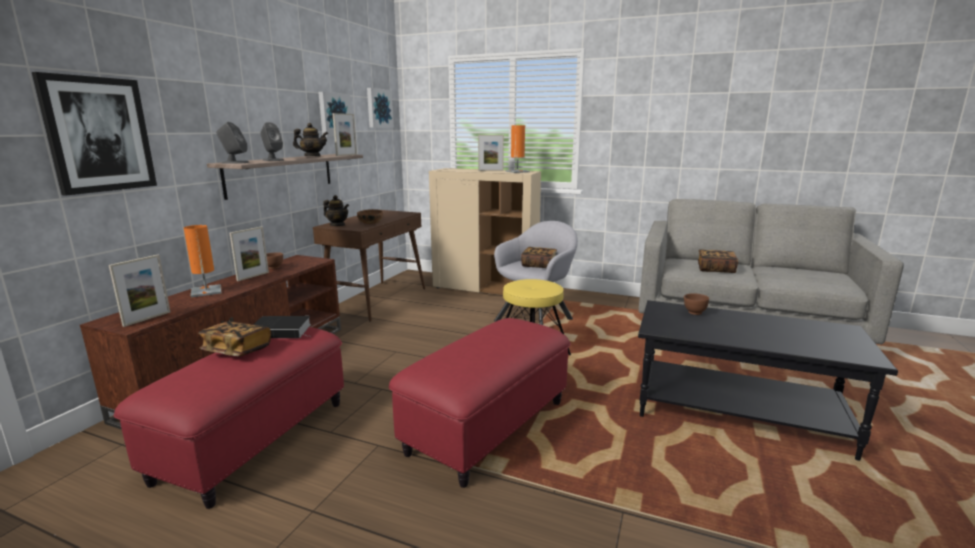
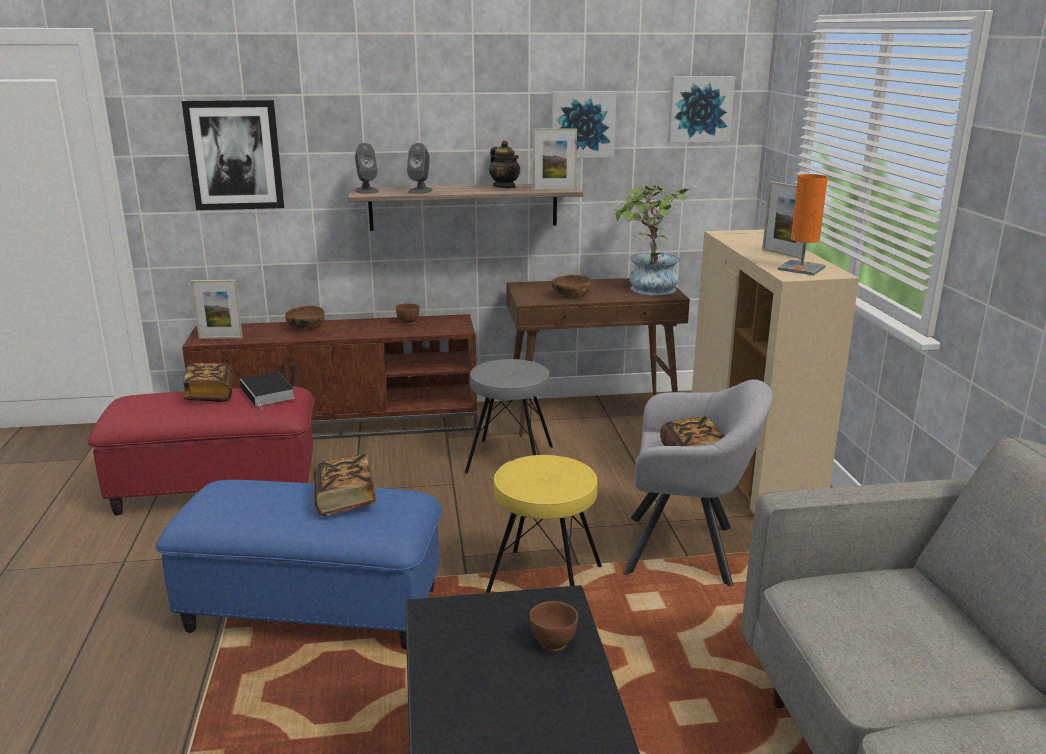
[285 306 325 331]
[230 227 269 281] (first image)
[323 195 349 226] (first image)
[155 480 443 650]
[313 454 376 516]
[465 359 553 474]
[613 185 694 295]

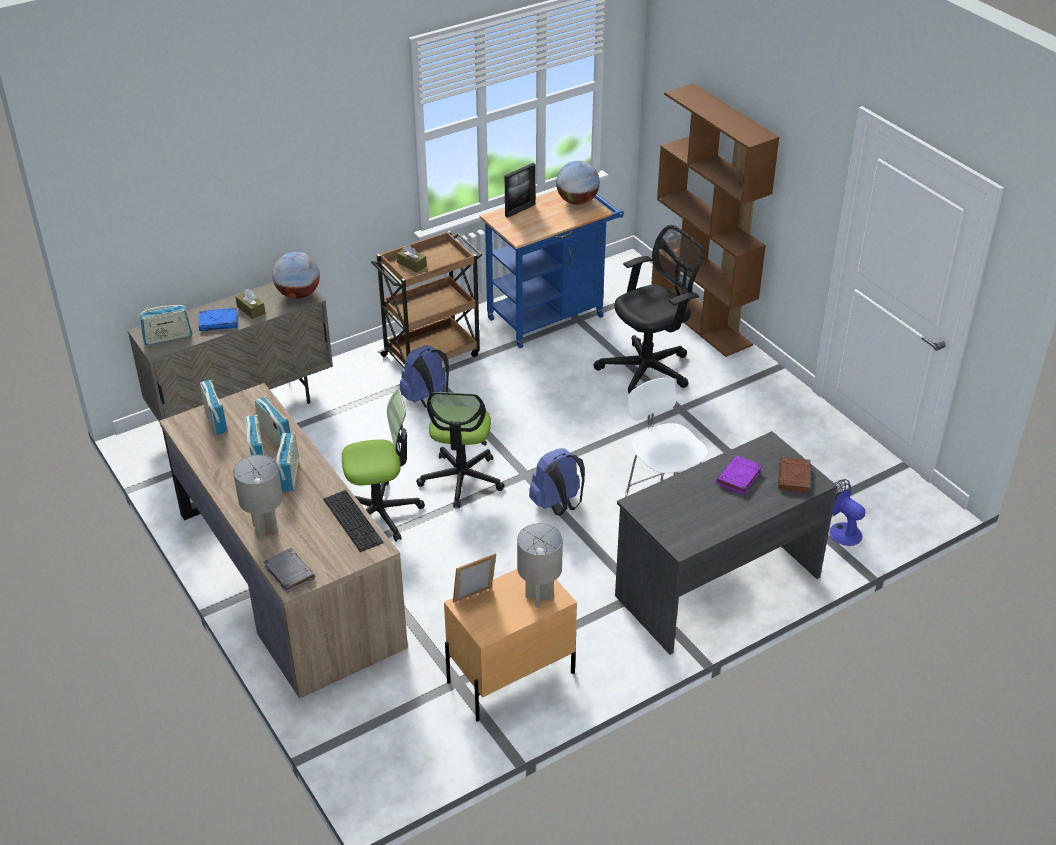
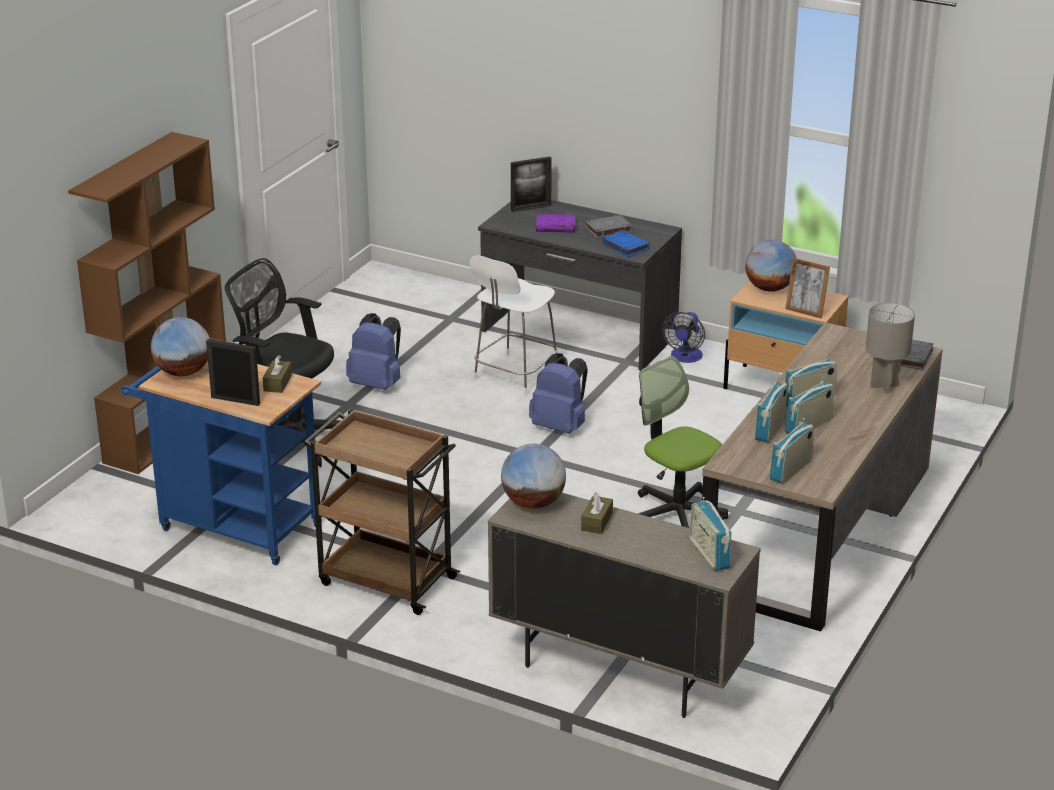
[689 497 731 571]
[602 230 650 257]
[323 490 383 552] (first image)
[263 355 292 393]
[346 313 401 390]
[416 392 505 508] (first image)
[745 240 796 292]
[511 157 552 212]
[662 312 705 363]
[585 215 632 238]

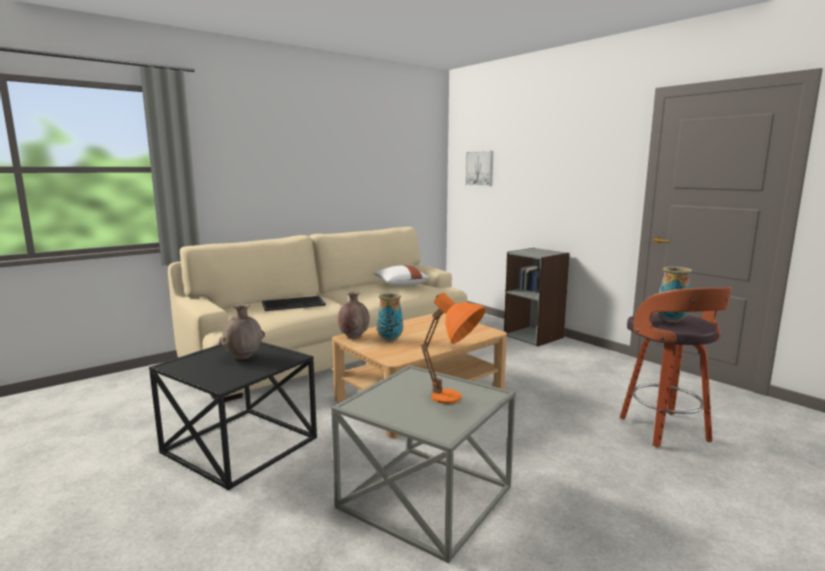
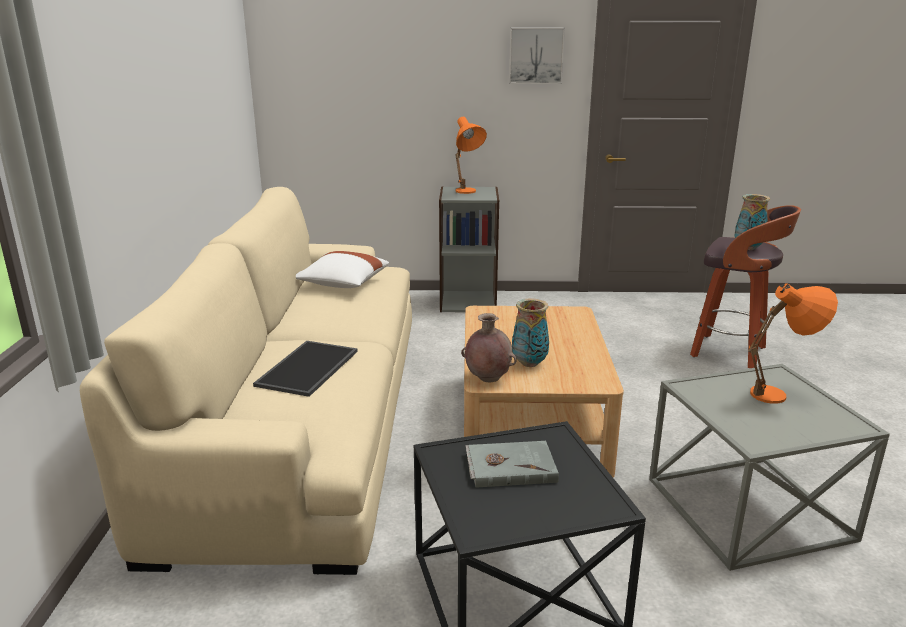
[466 441 559 488]
[509 28 565 84]
[455 117 487 194]

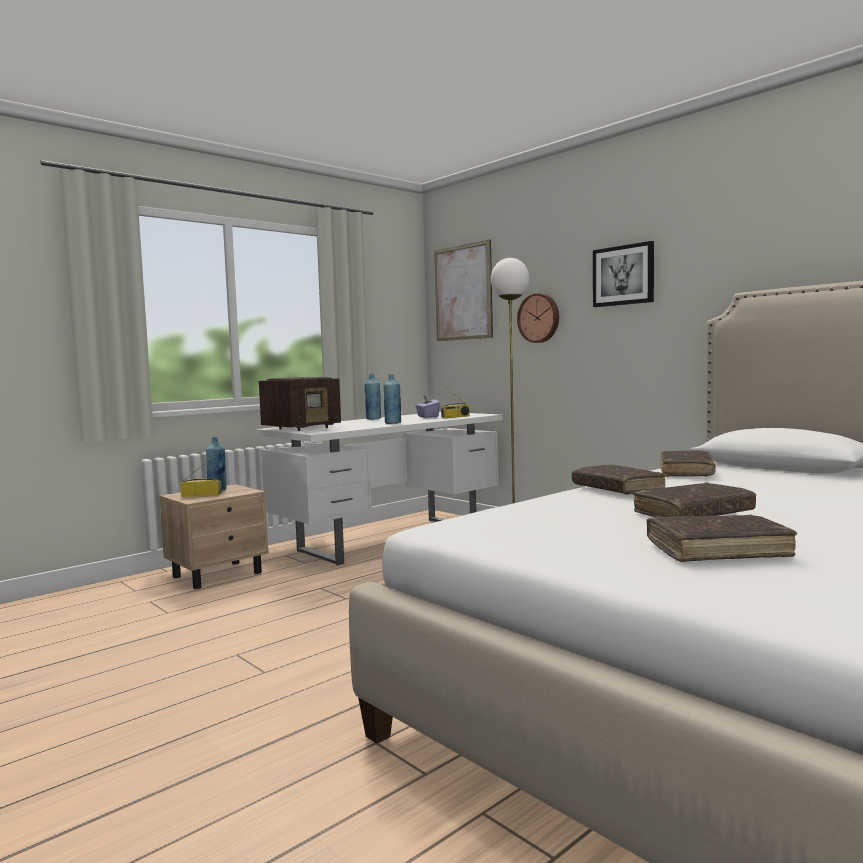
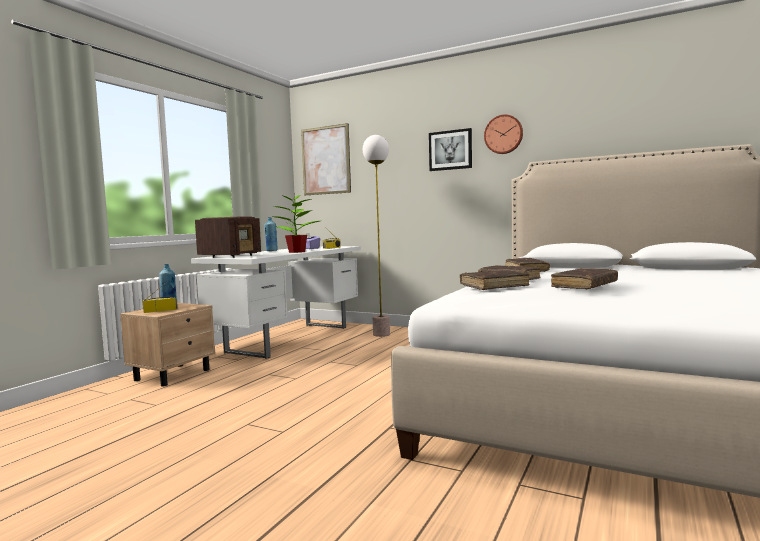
[273 193 319 253]
[484 114 523 154]
[460 270 530 290]

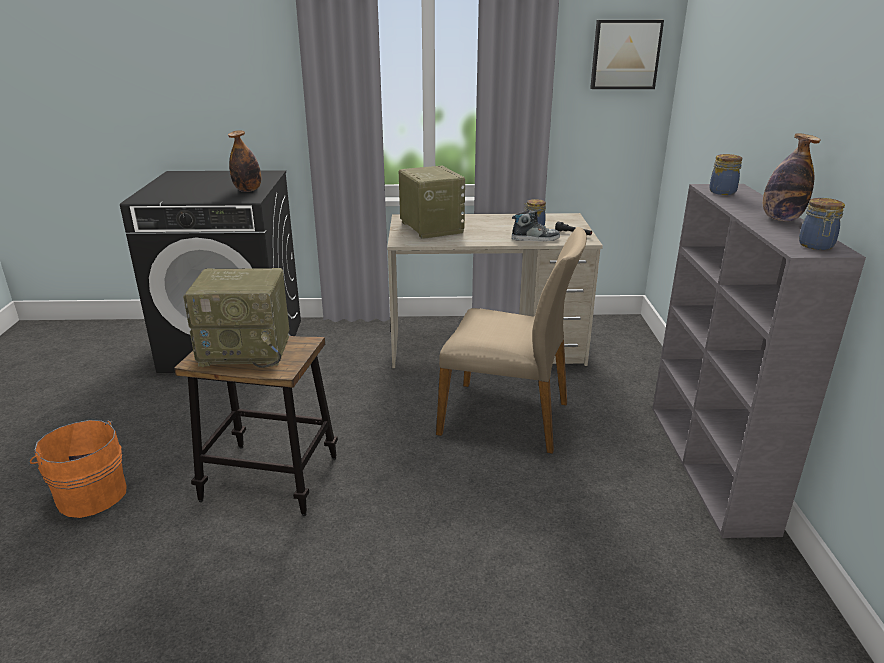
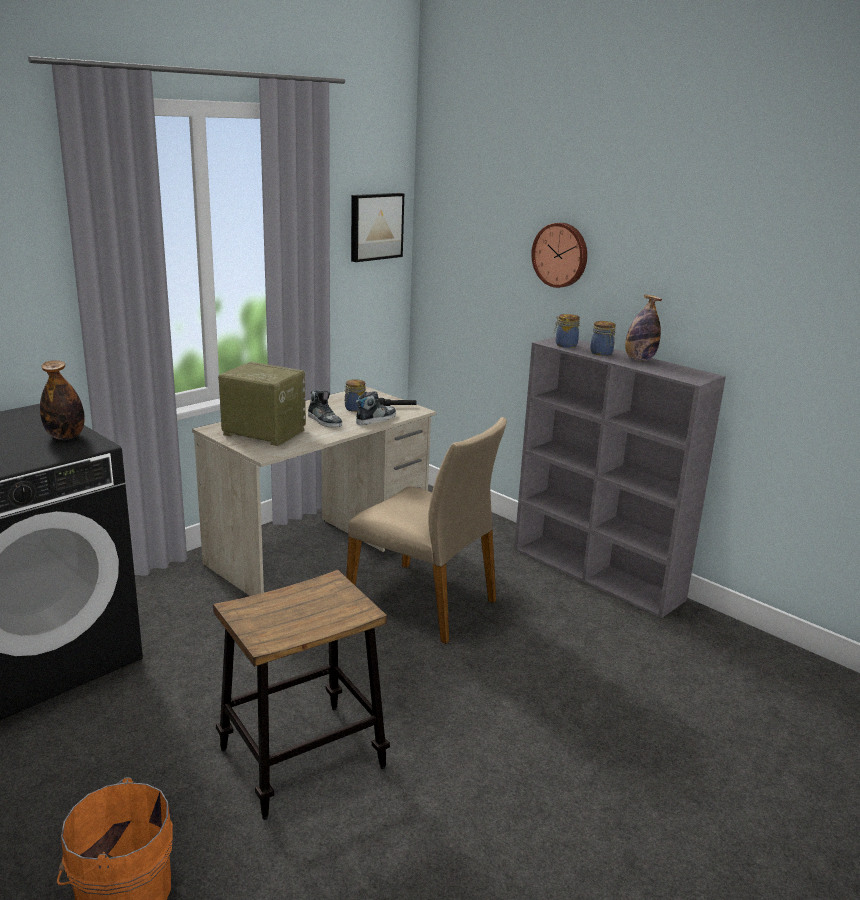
[183 268 289 368] (first image)
[346 417 507 644]
[590 321 616 356]
[308 390 342 427]
[531 223 587 288]

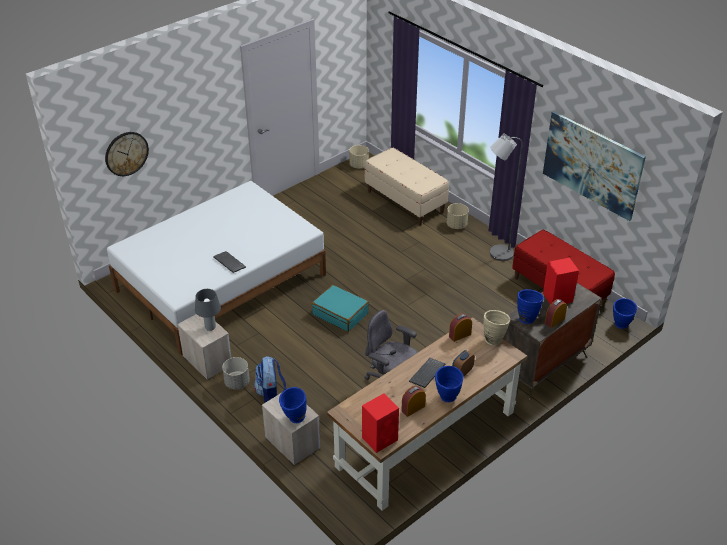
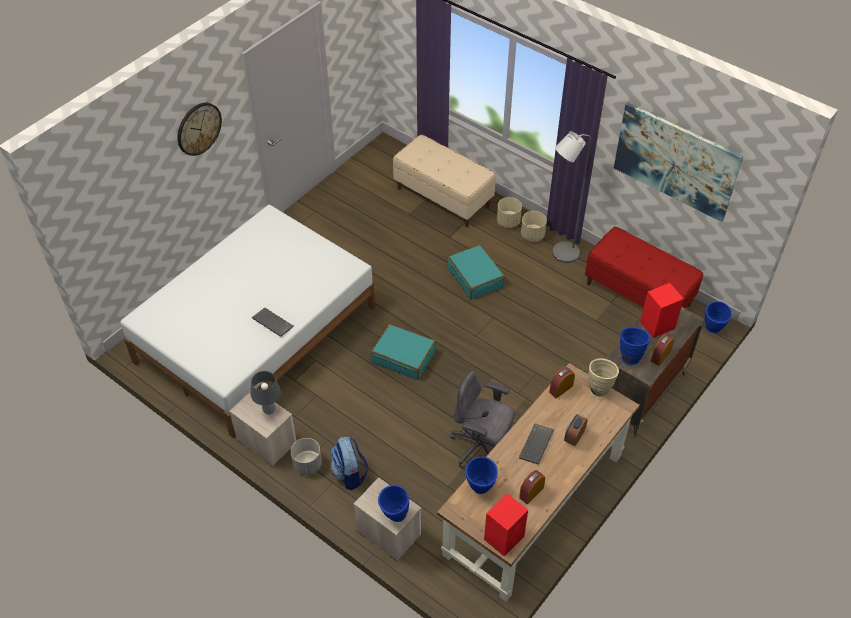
[178 103 222 156]
[521 211 547 242]
[465 457 498 494]
[447 244 505 299]

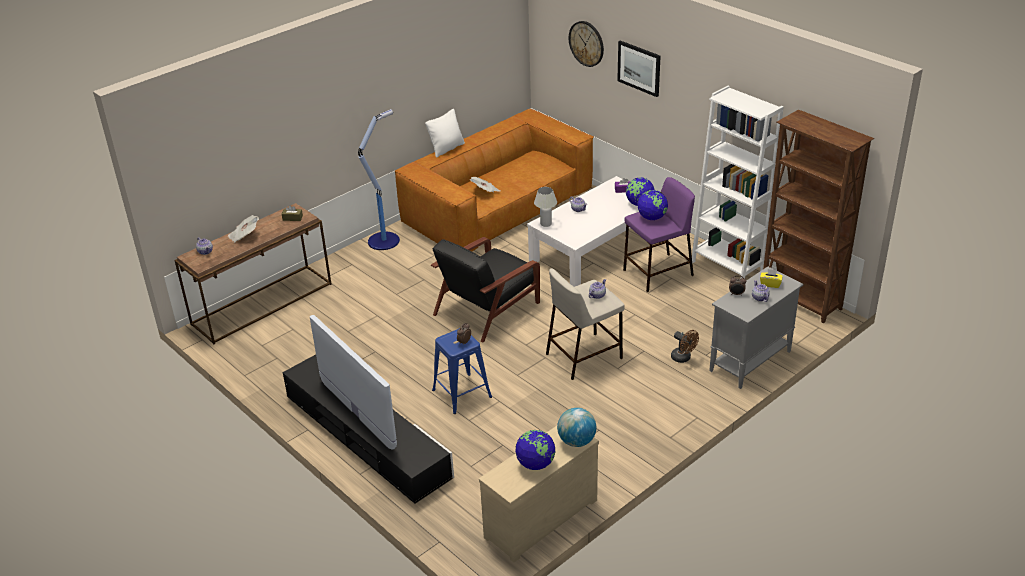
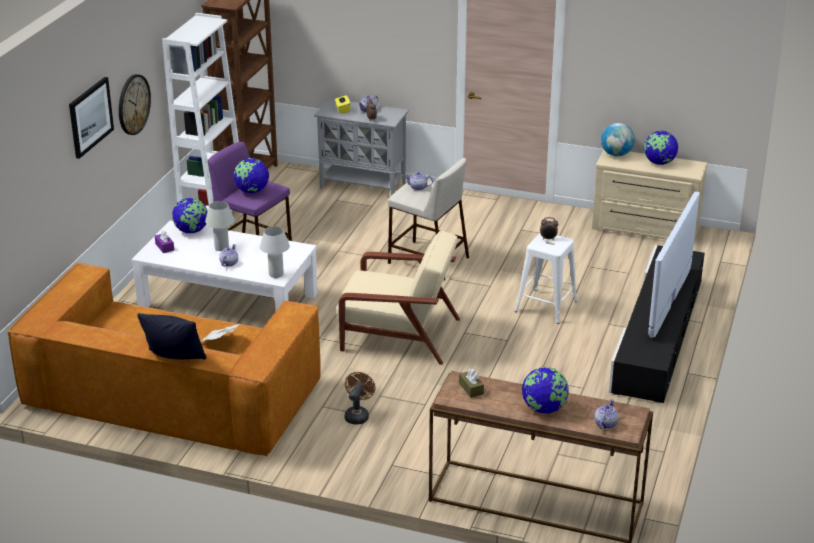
[522 367 569 413]
[358 109 400 250] (first image)
[137 313 207 359]
[336 230 460 365]
[514 233 578 324]
[119 74 151 135]
[345 372 375 425]
[205 201 234 251]

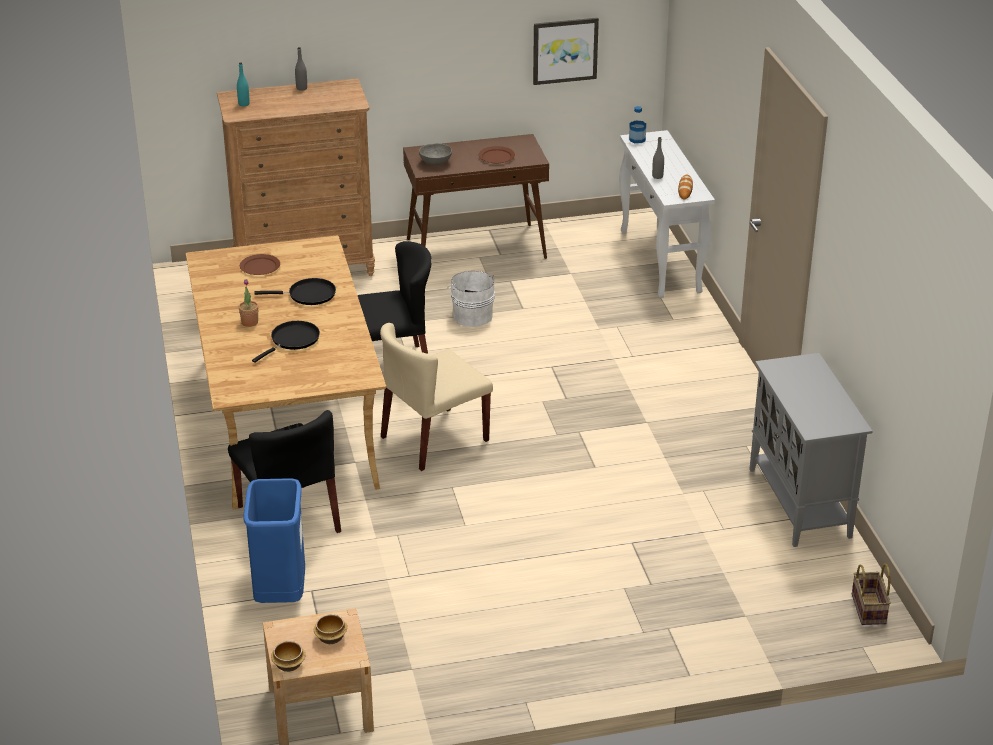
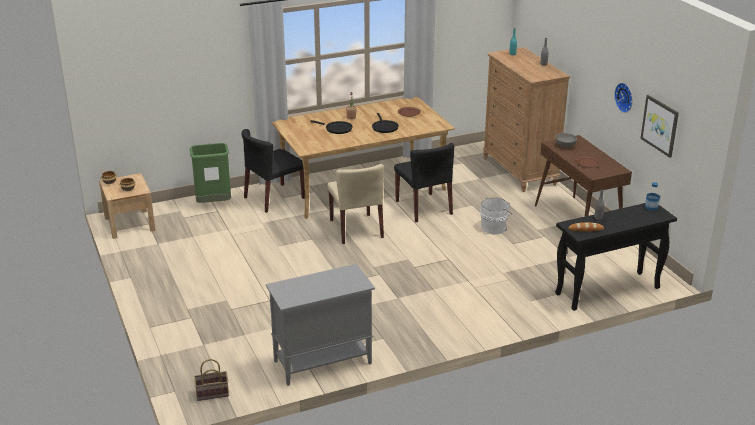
[190 143 231 203]
[327 164 384 244]
[555 203 677 311]
[614 83 633 113]

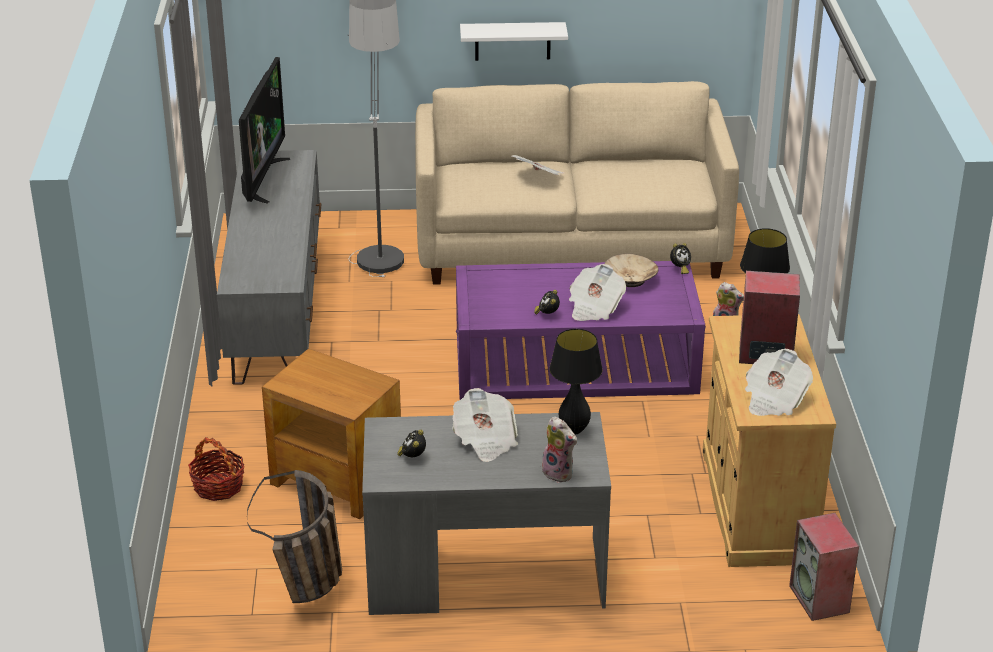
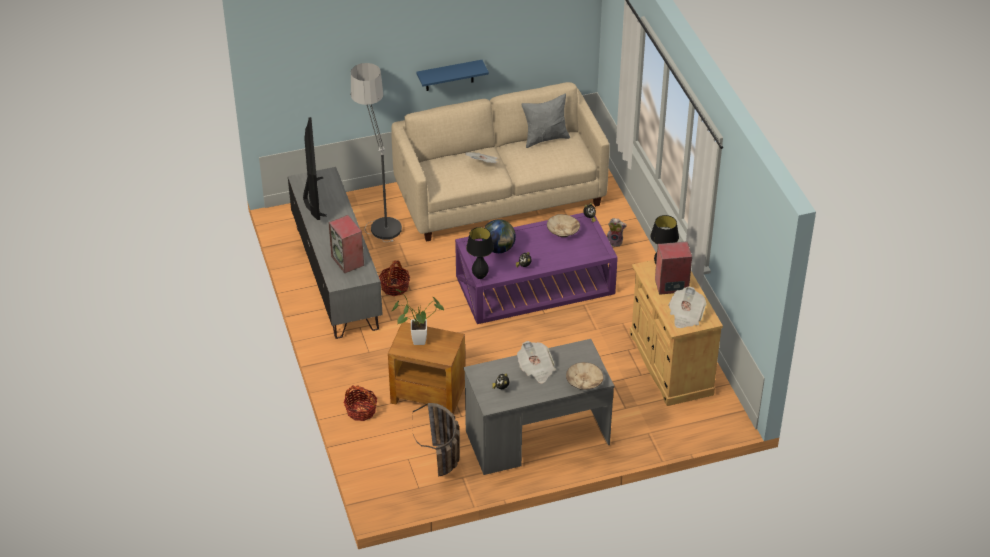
[416 60 489 91]
[566 362 603 390]
[466 227 494 279]
[569 264 626 321] (first image)
[328 215 364 273]
[379 260 410 296]
[392 288 444 345]
[482 219 516 253]
[521 93 570 148]

